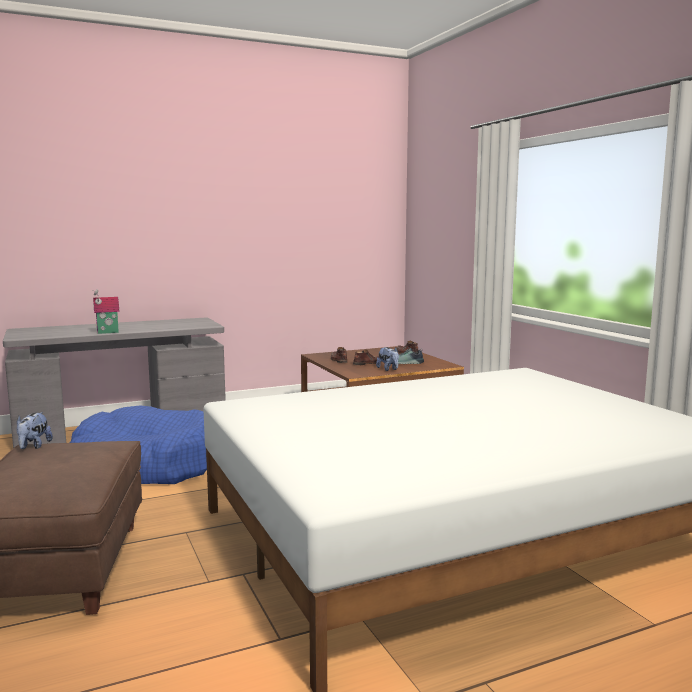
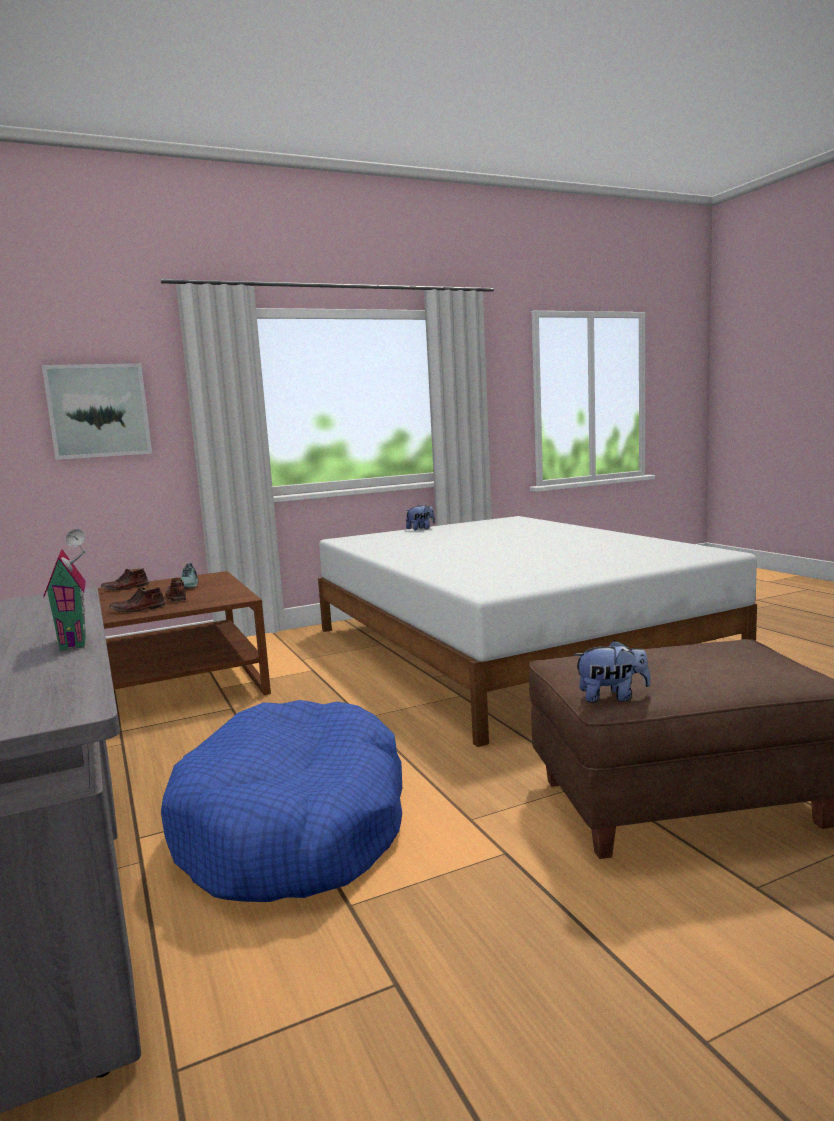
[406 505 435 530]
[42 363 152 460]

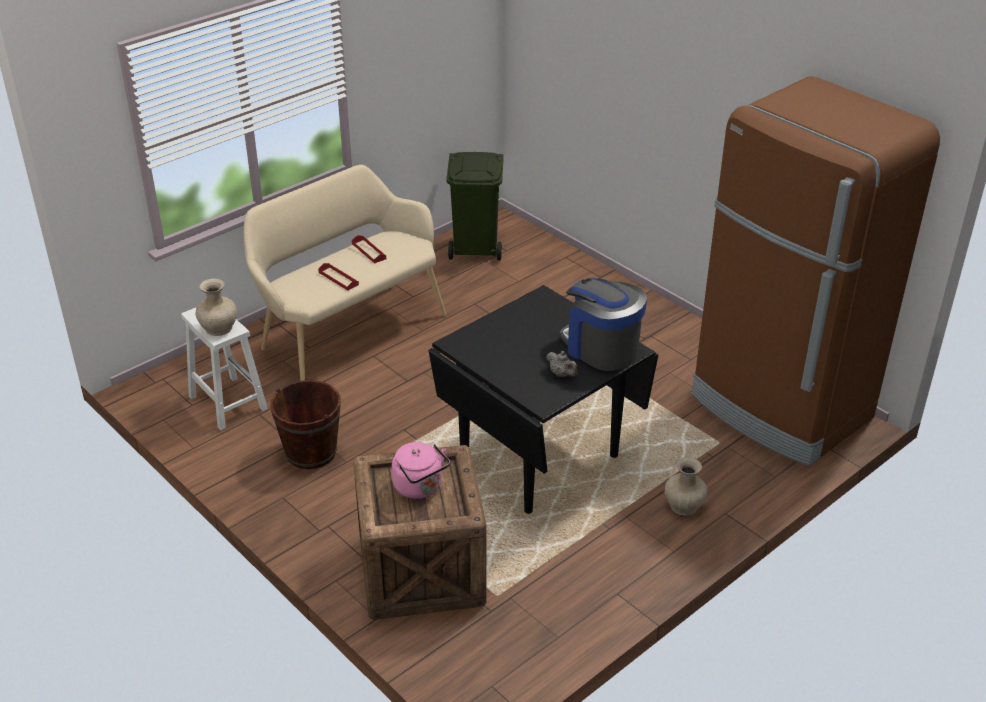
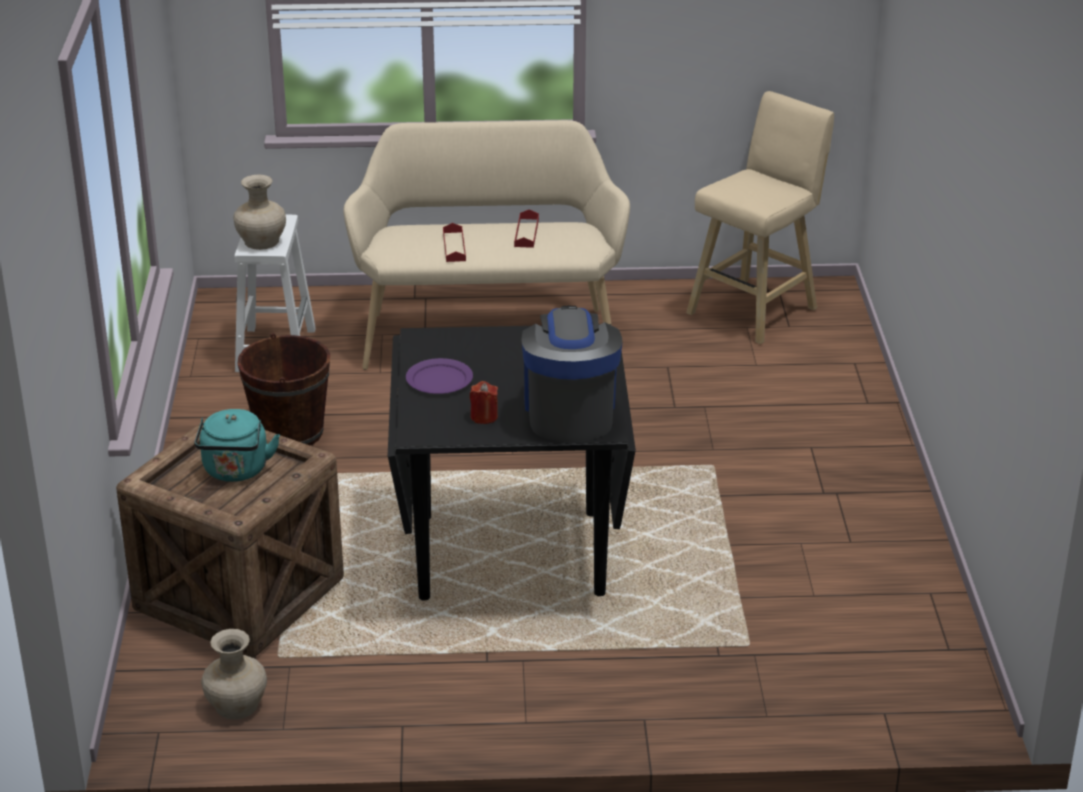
[194 409 280 482]
[686 91 834 344]
[470 381 498 424]
[201 629 267 720]
[692 76 940 466] (first image)
[406 358 473 394]

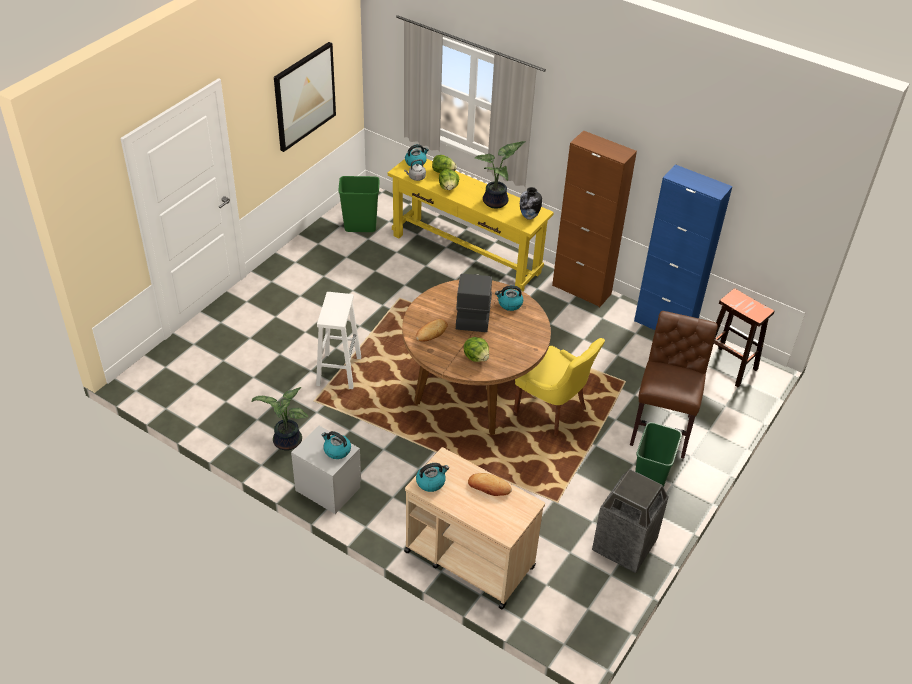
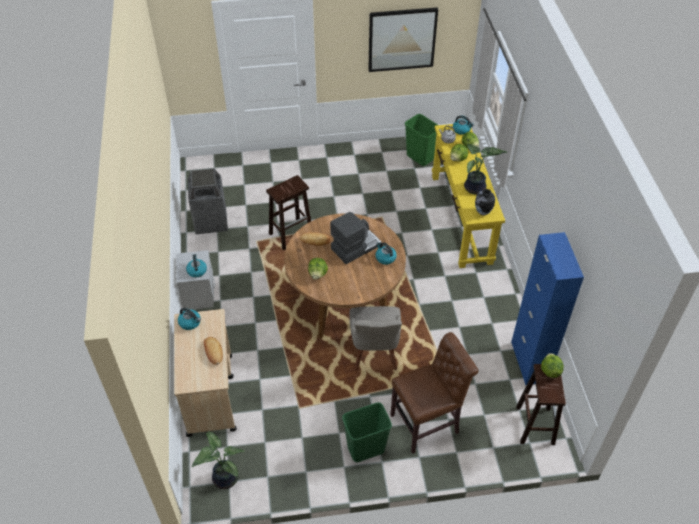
[192 432 244 489]
[266 175 311 250]
[350 306 402 371]
[552 130 637 307] (first image)
[188 169 228 234]
[541 353 564 378]

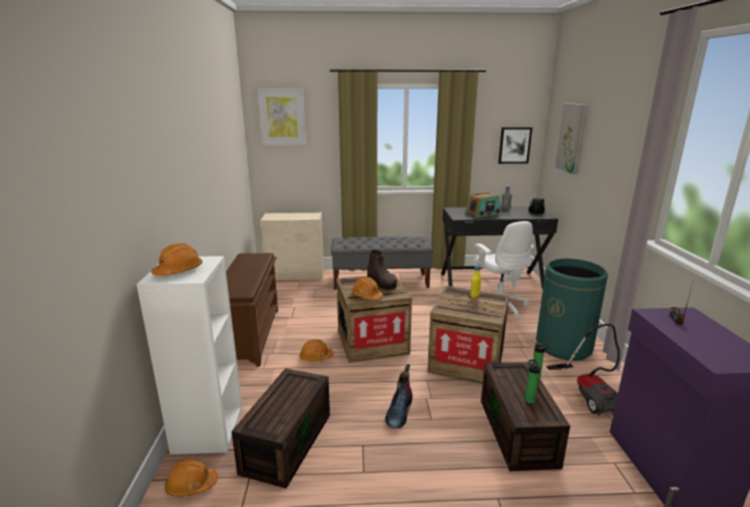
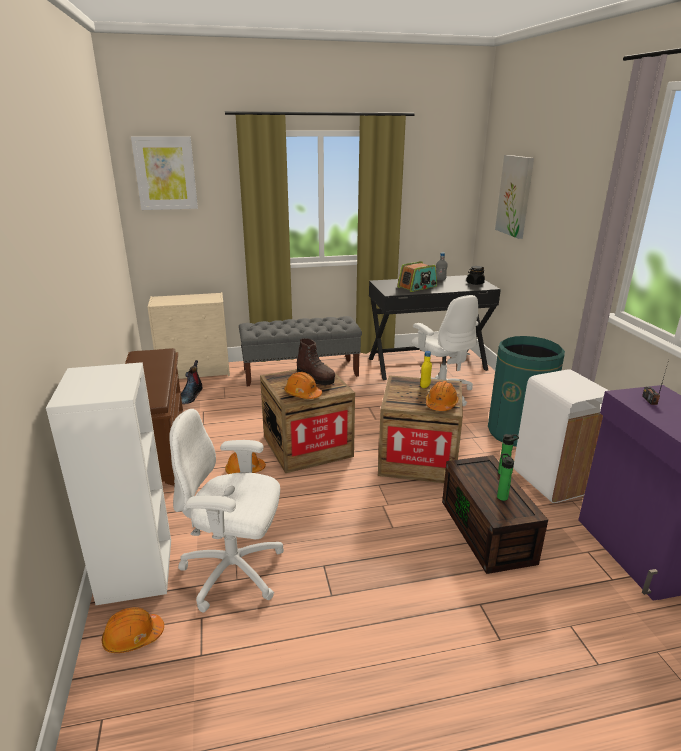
[426 381 458 411]
[169 409 284 613]
[181 360 203 404]
[498 127 532 164] (first image)
[514 369 609 503]

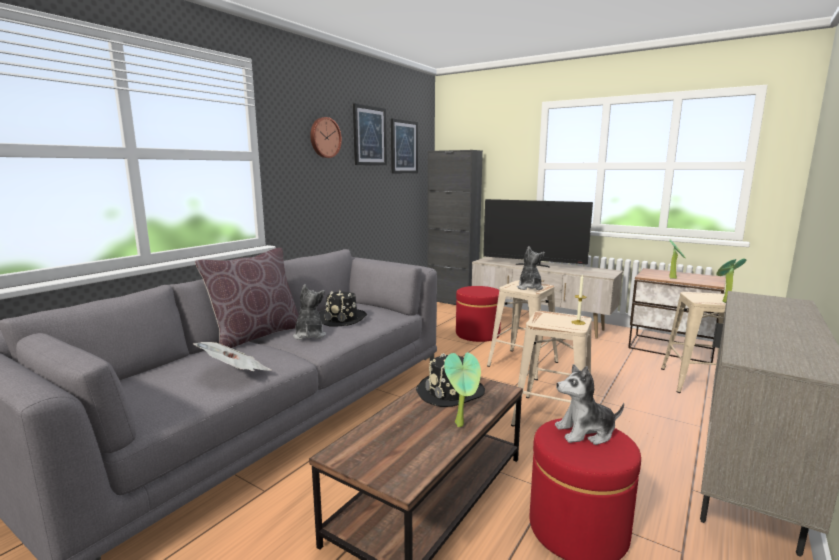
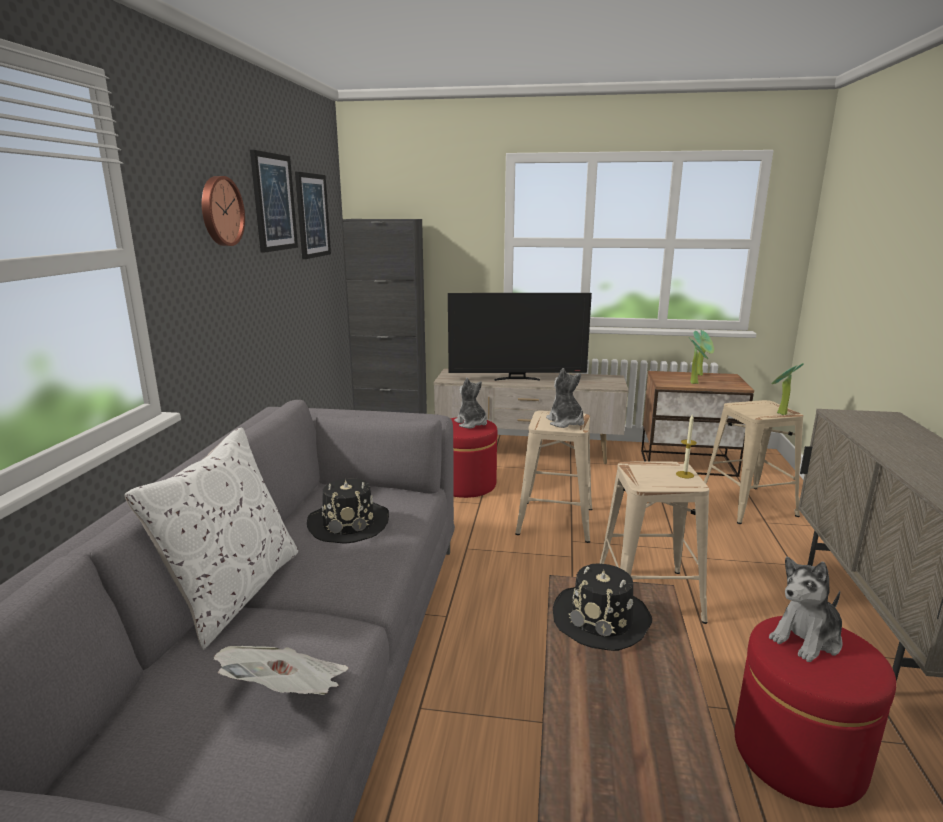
[124 428 298 650]
[454 378 487 429]
[694 330 714 376]

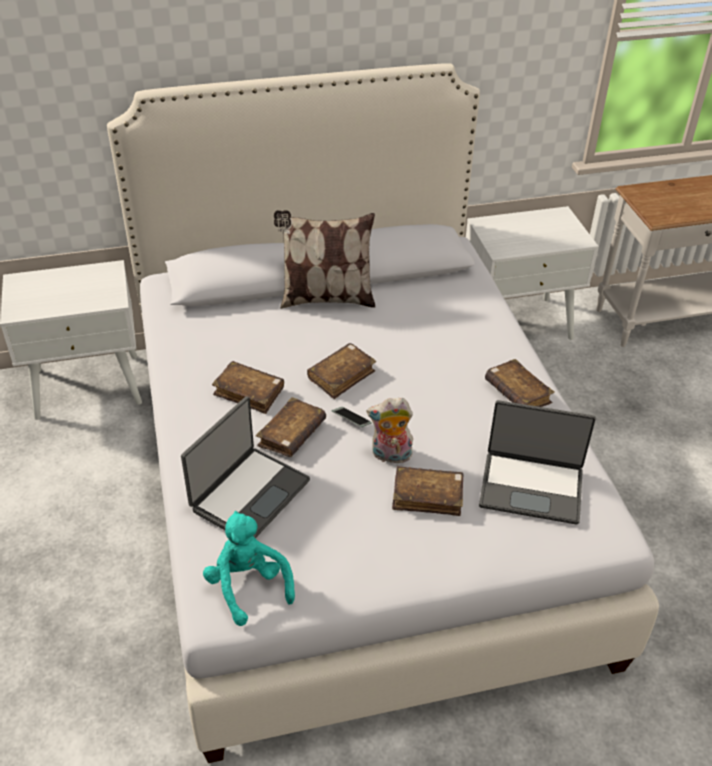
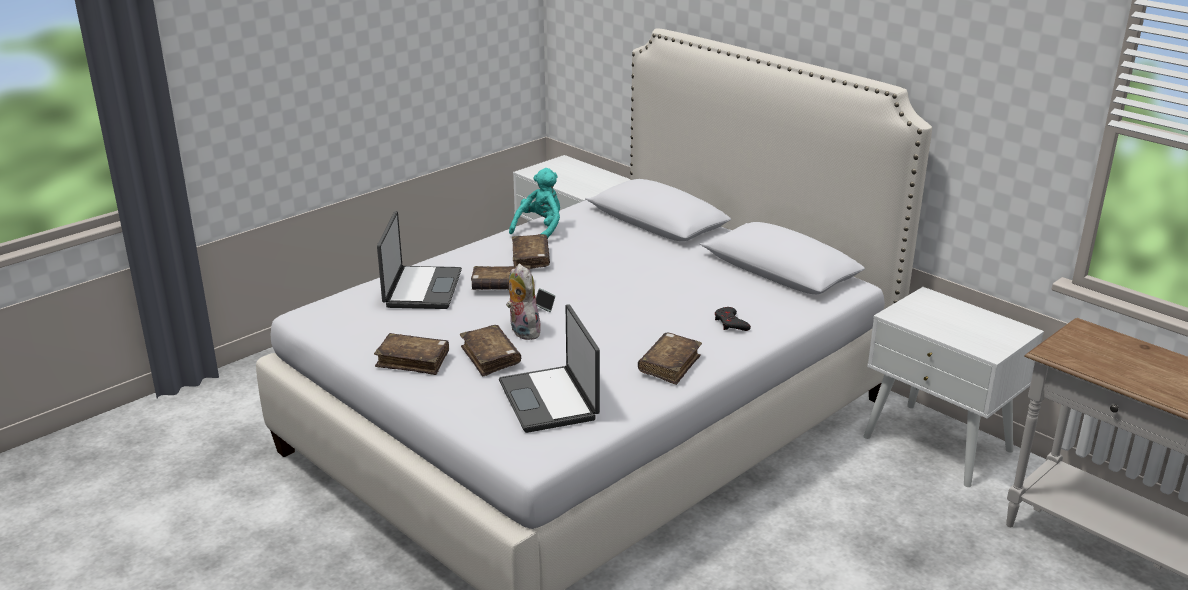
[377 211 462 309]
[509 168 560 238]
[274 210 375 309] (first image)
[374 333 449 375]
[715 307 751 331]

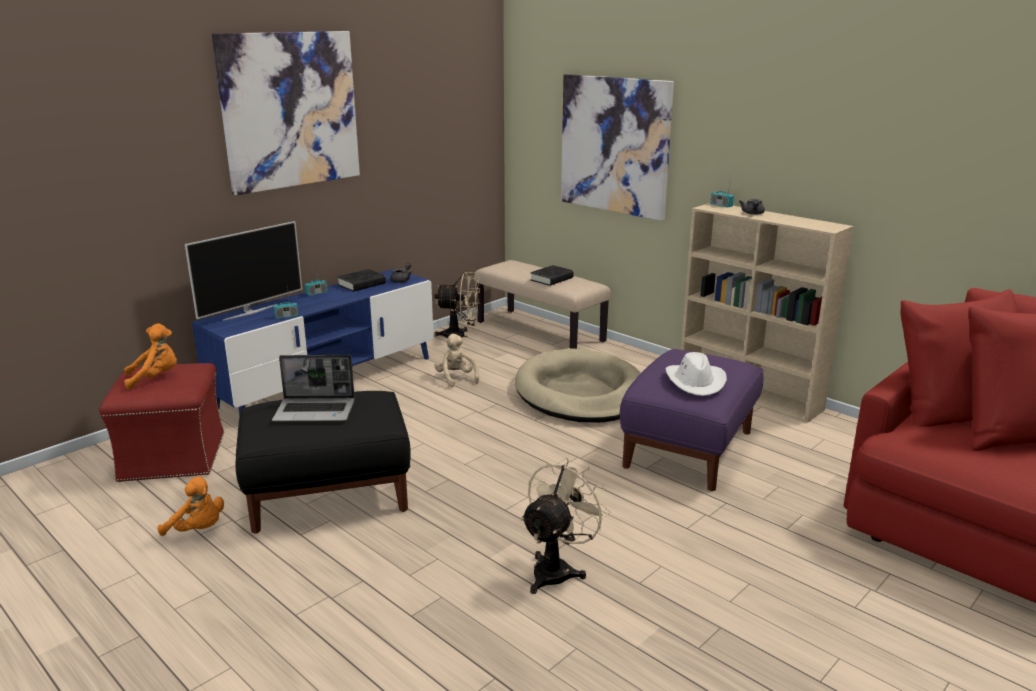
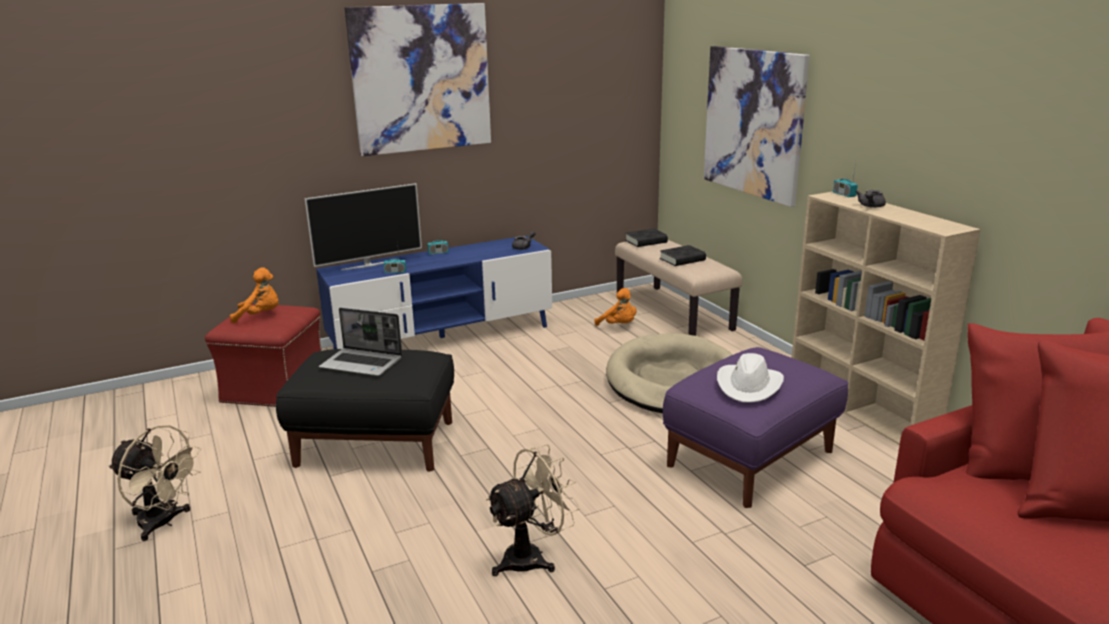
[594 288 636 326]
[625 229 668 247]
[109 425 201 541]
[435 334 479 388] (first image)

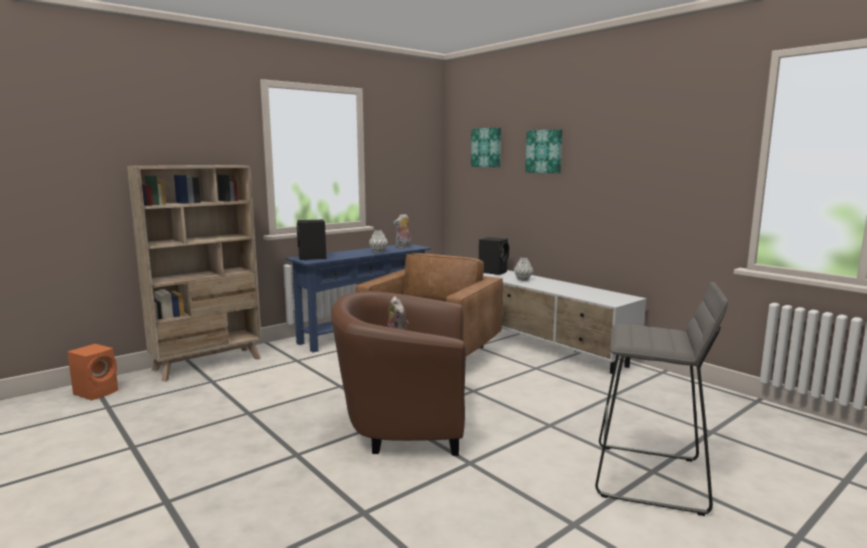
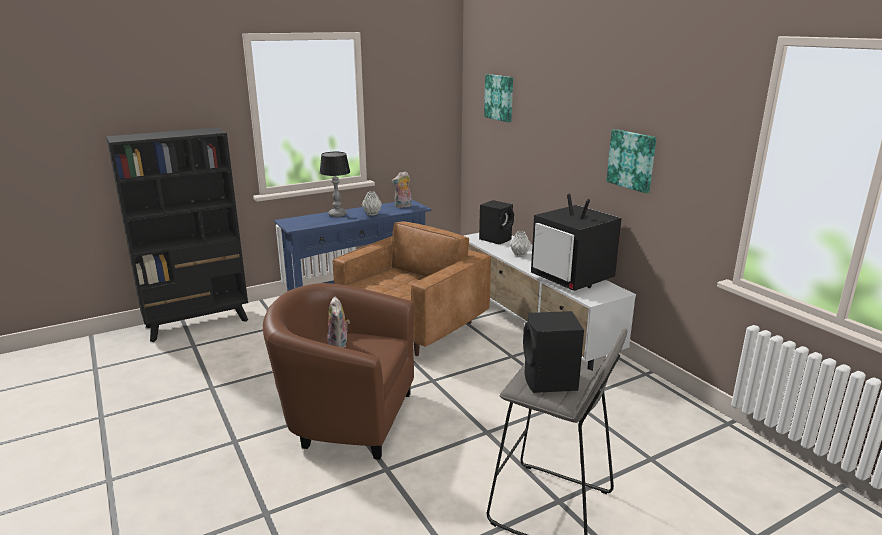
[67 344 118 401] (first image)
[106 127 248 342]
[523 311 584 393]
[606 129 656 193]
[320 152 350 217]
[531 194 622 291]

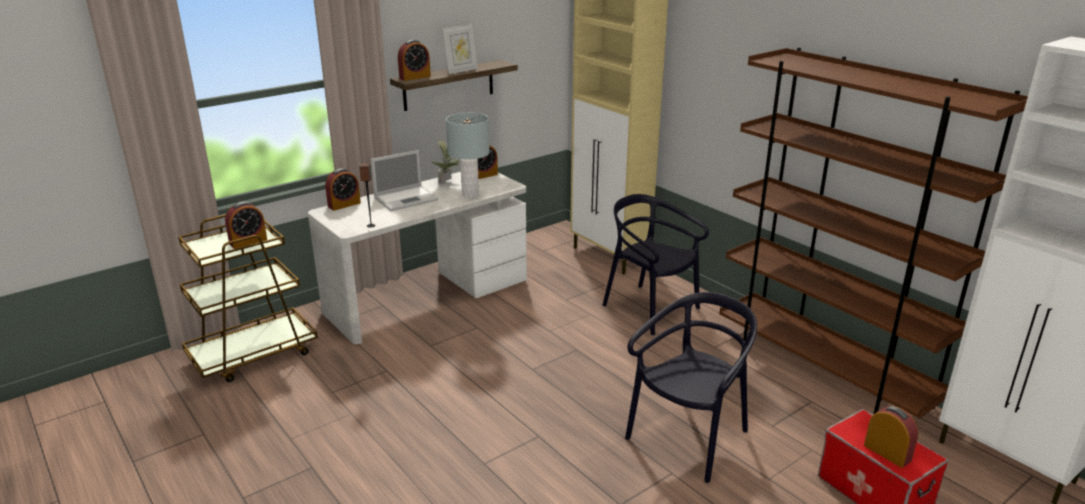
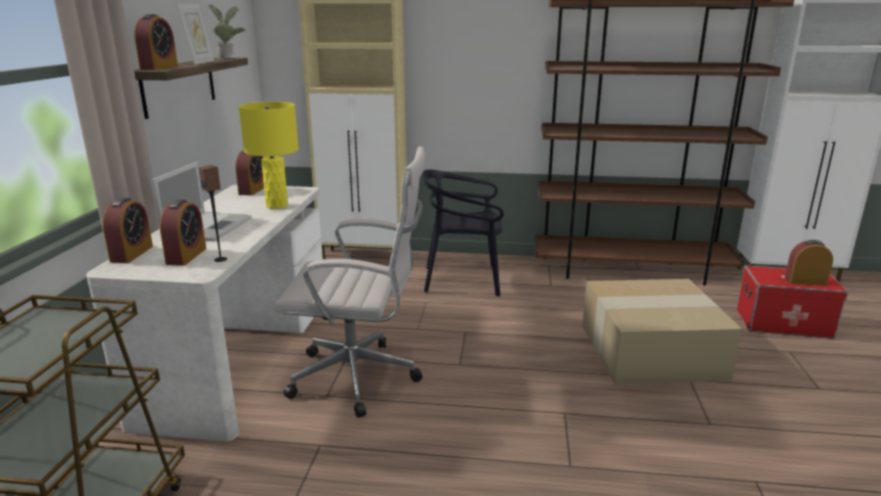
[160 200 206 266]
[208 5 246 59]
[239 102 299 209]
[582 279 742 384]
[273 146 425 418]

